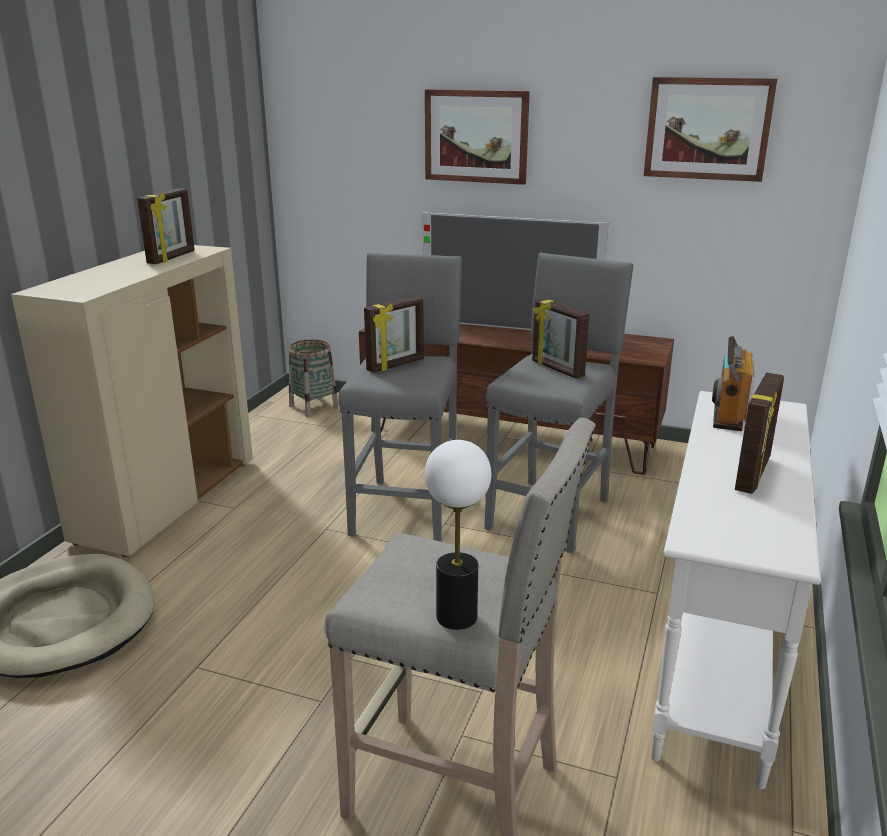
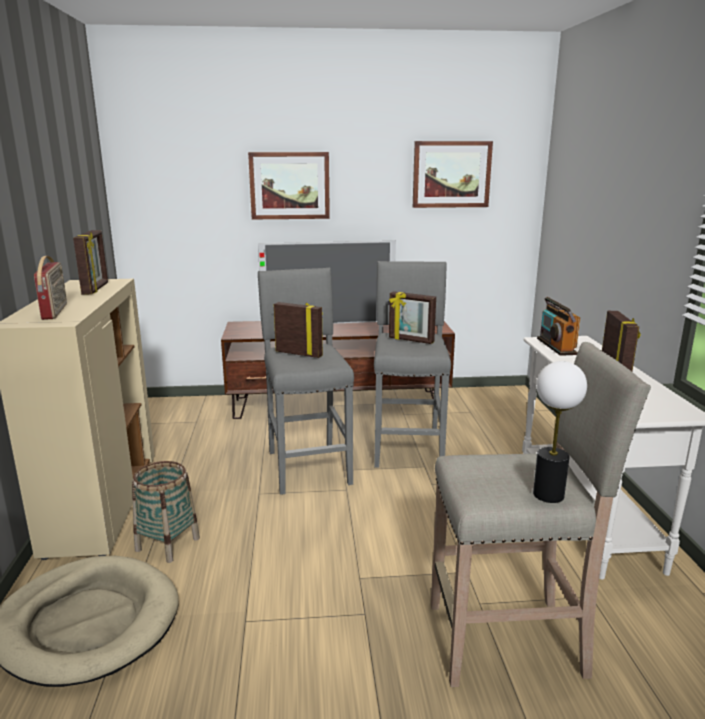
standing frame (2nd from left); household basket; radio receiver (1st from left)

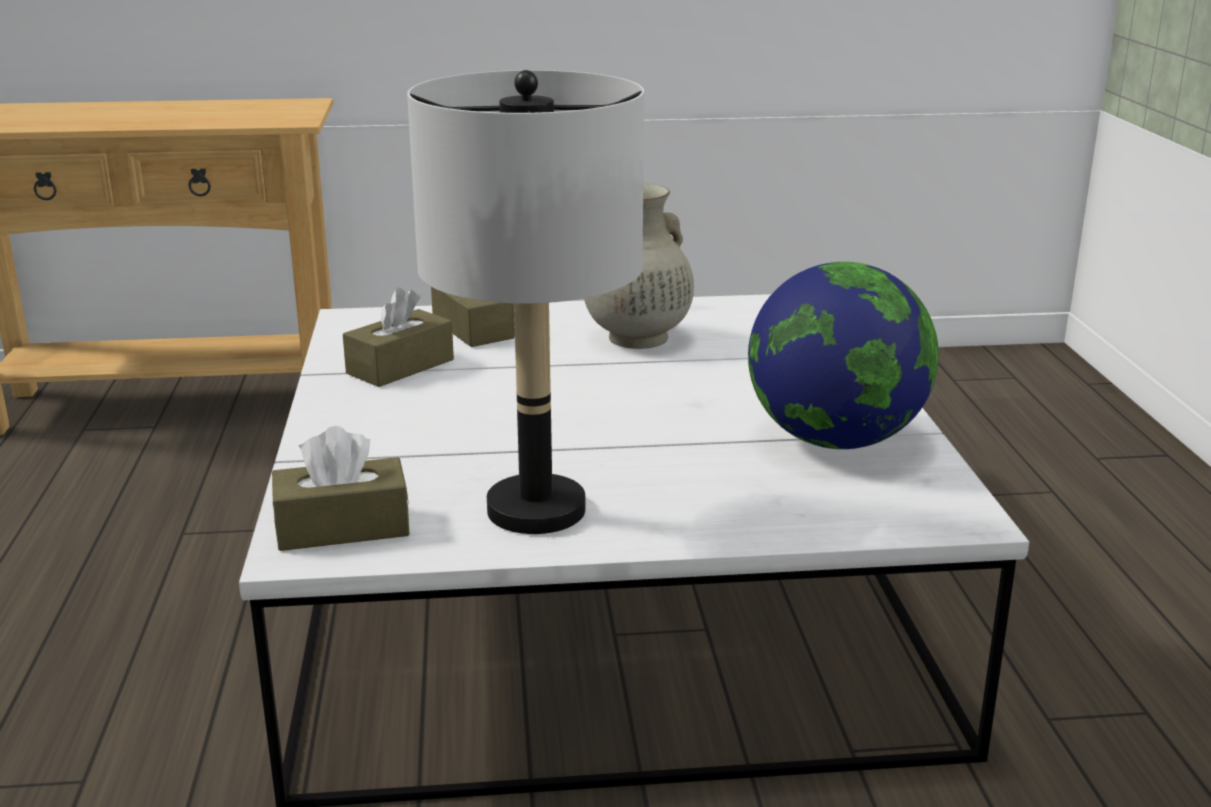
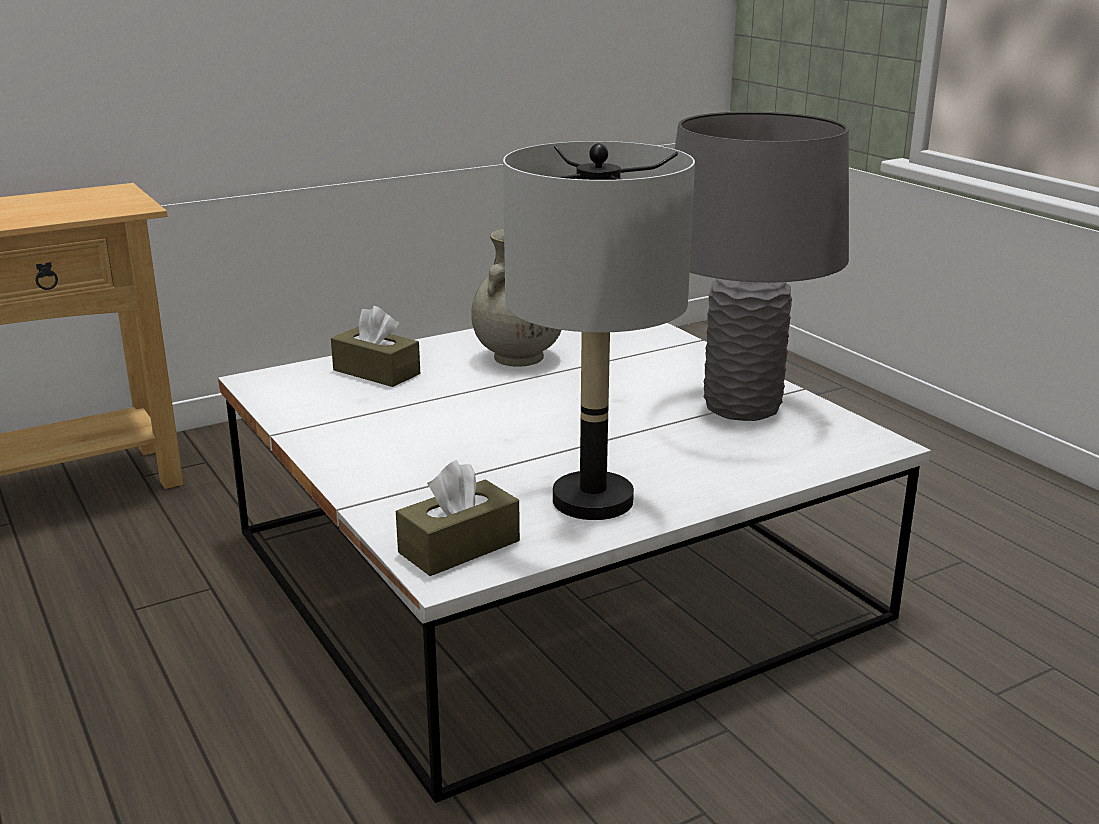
tabletop lamp (gray) (2nd from left); box of tissues (brown-coloured) (2nd from left in the first image)

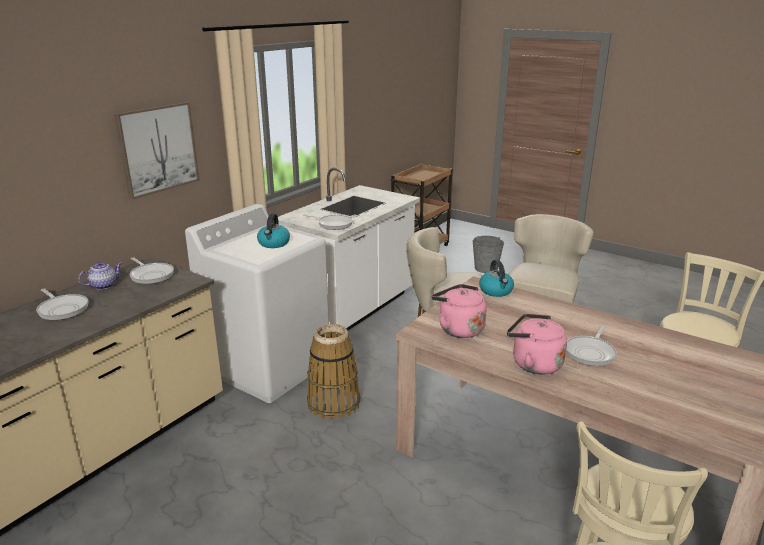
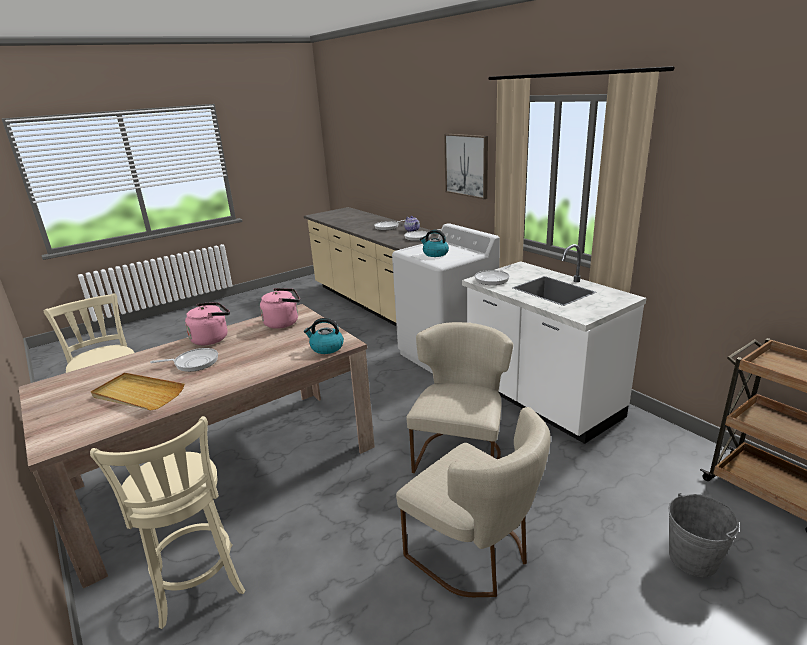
household basket; frying pan (1st from left); serving tray (beige-coloured)

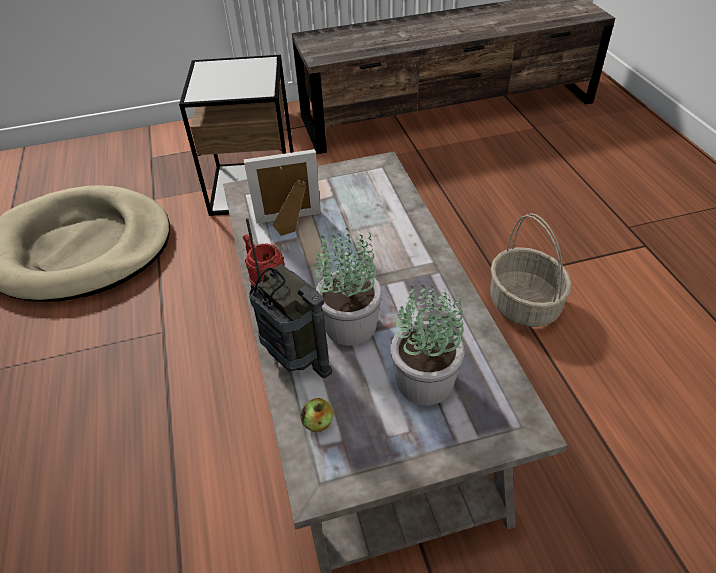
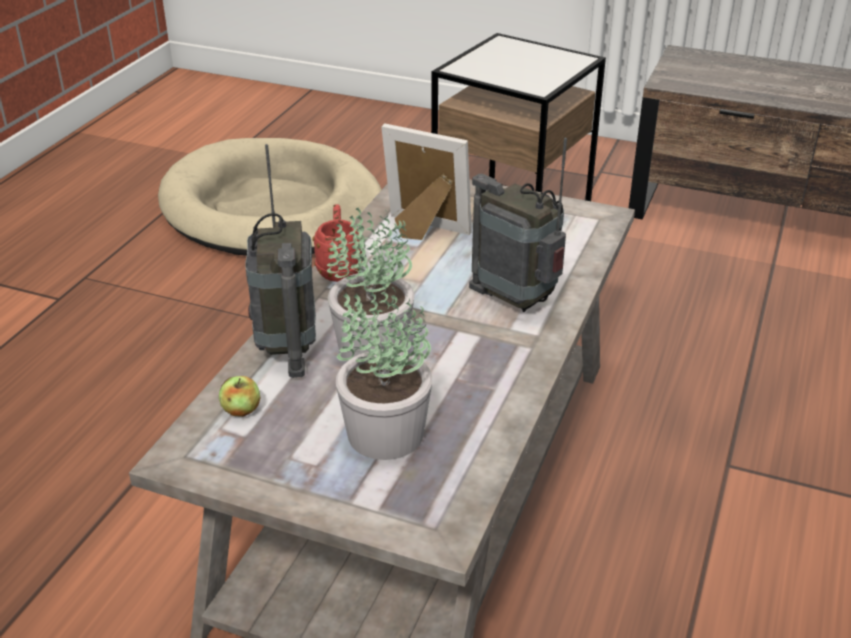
household basket; radio receiver (2nd from left)

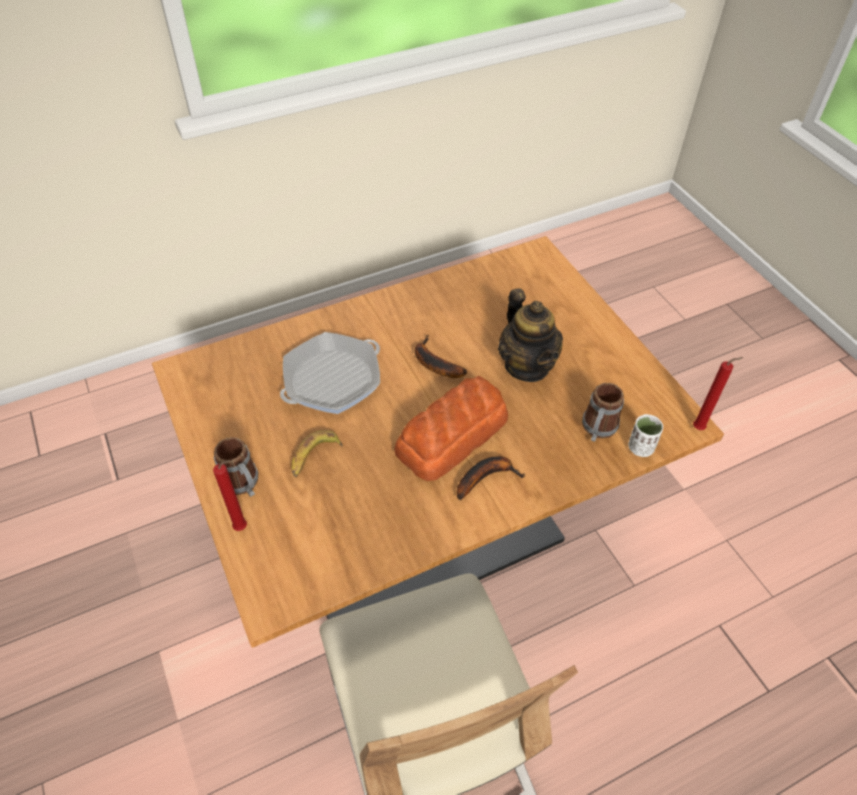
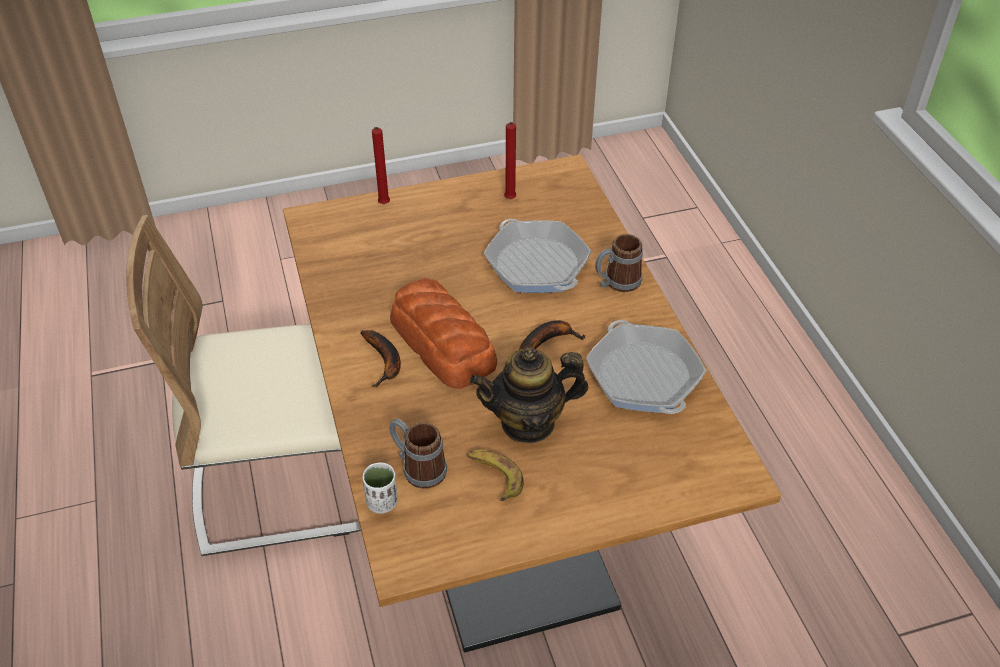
wax candle (reddish) (2nd from left); banana fruit (2nd from left); mug (2nd from left); frying pan (2nd from left)

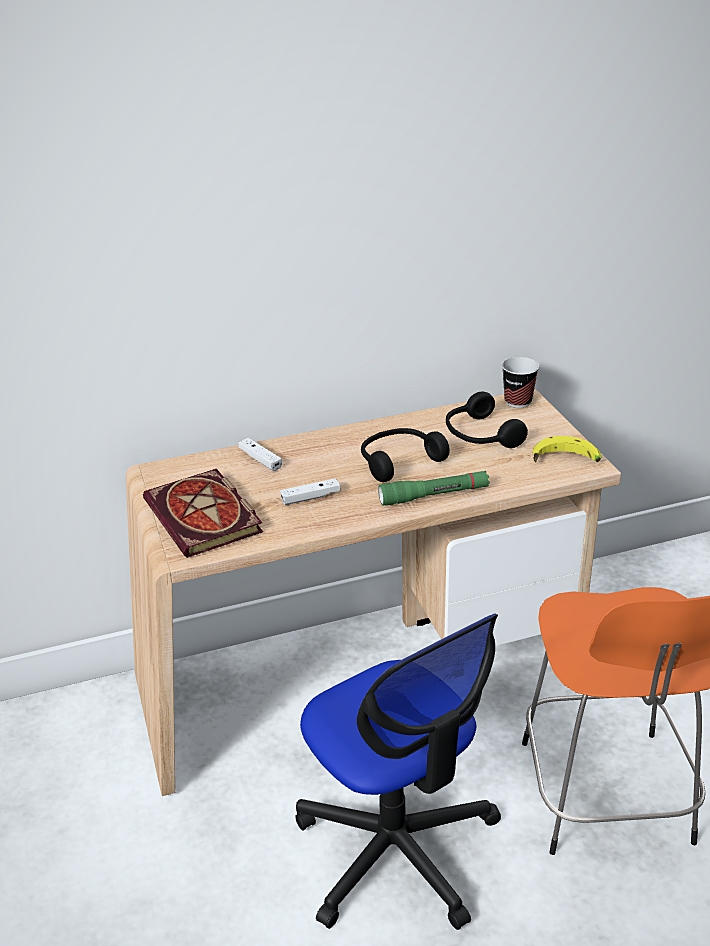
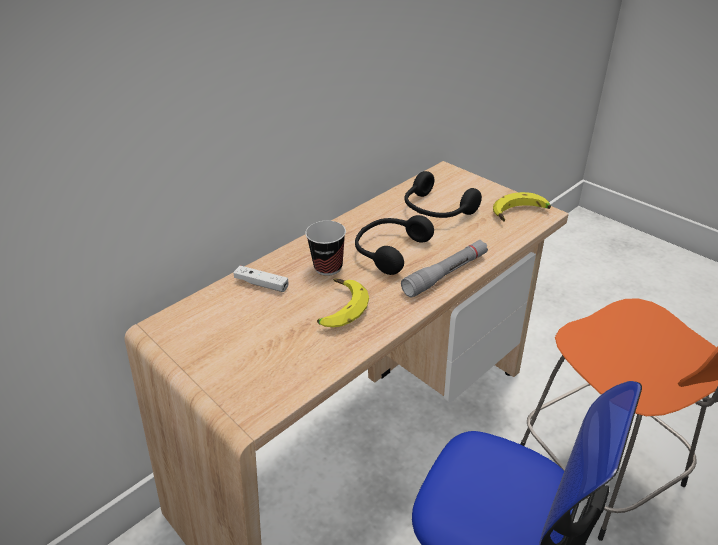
small cup; bound book; flashlight (gray); banana fruit (1st from left)

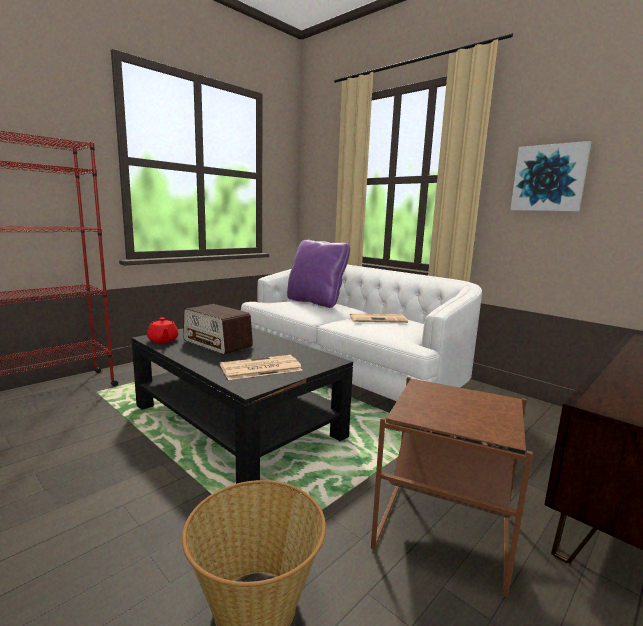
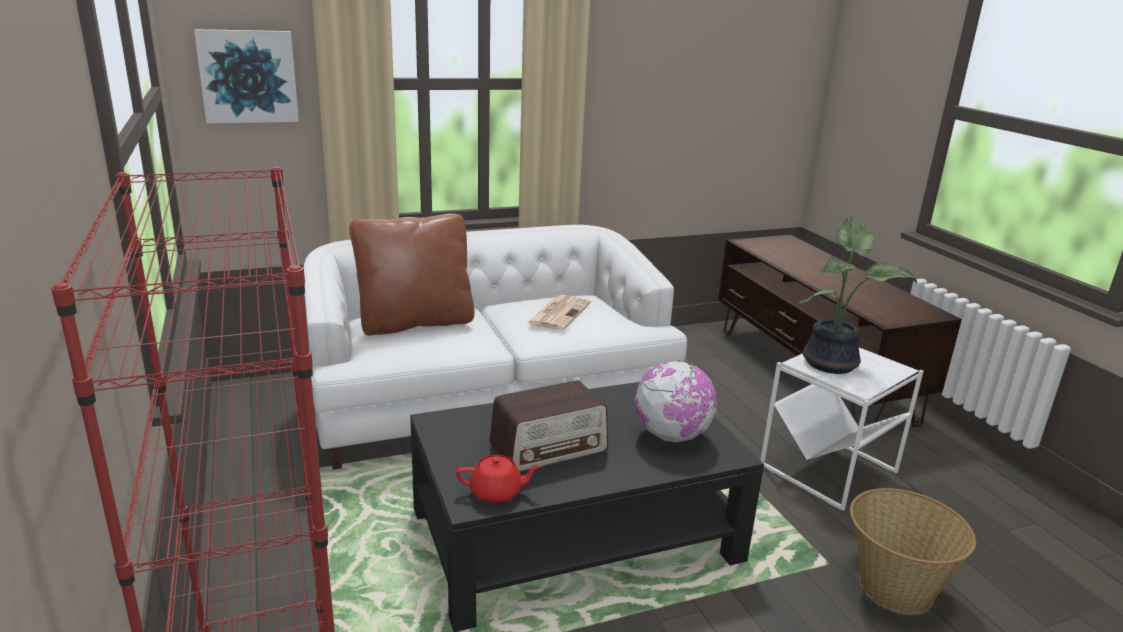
wall picture; cushion (brown-coloured); world globe; accent table (white); potted plant

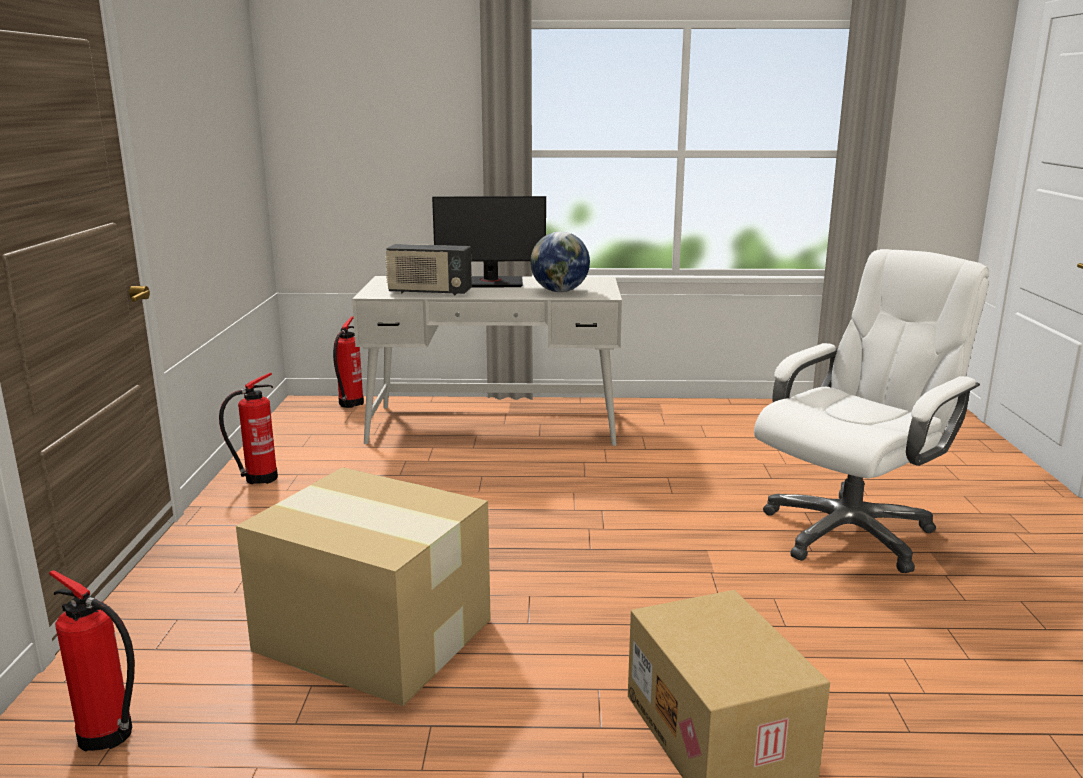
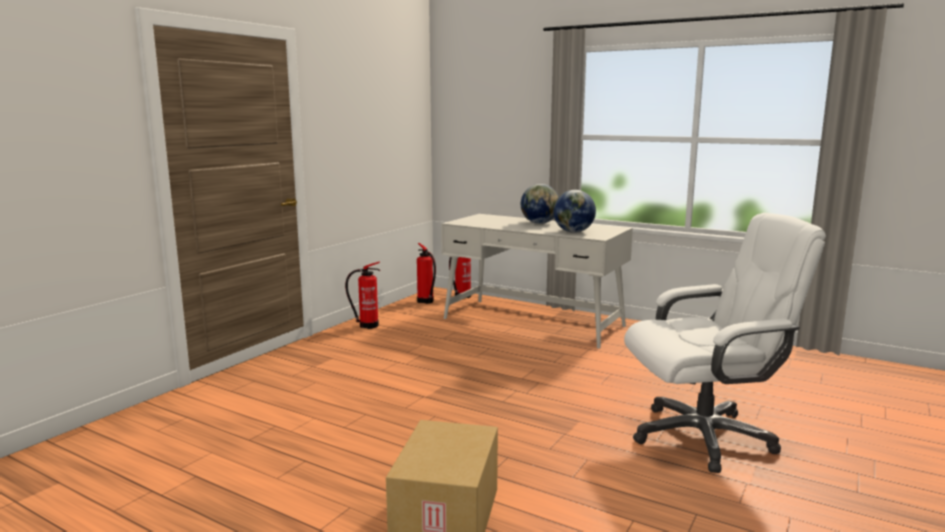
world globe (1st from left); radio receiver; carton (1st from left in the first image); fire-fighting cylinder (2nd from left)

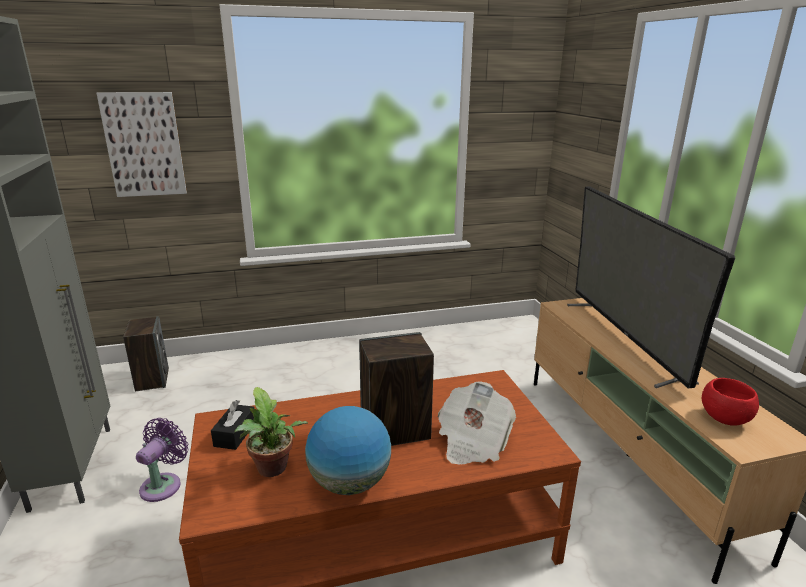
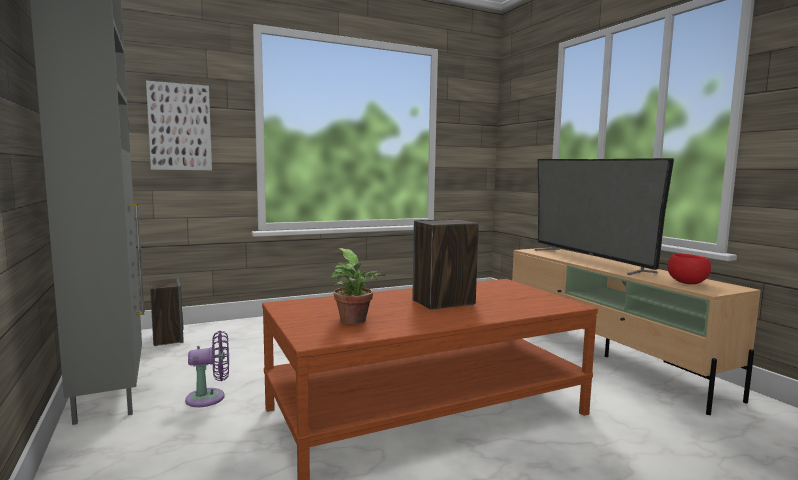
printed paper; box of tissues (black-coloured); world globe; cooling fan (purple-coloured)

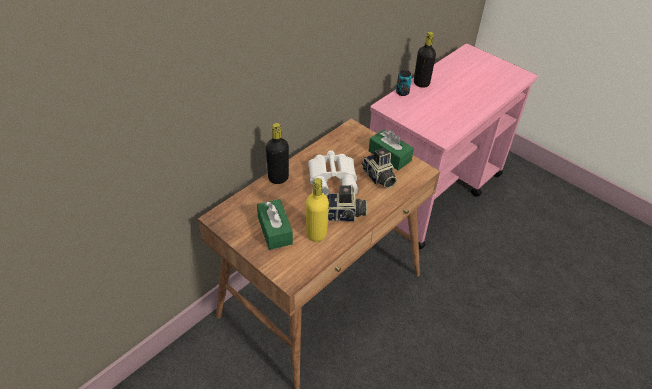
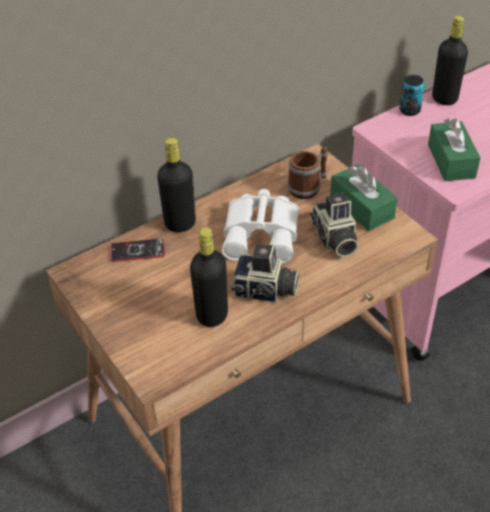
beverage bottle (black-coloured) (2nd from left); box of tissues (green-coloured) (2nd from left); mug; telephone

